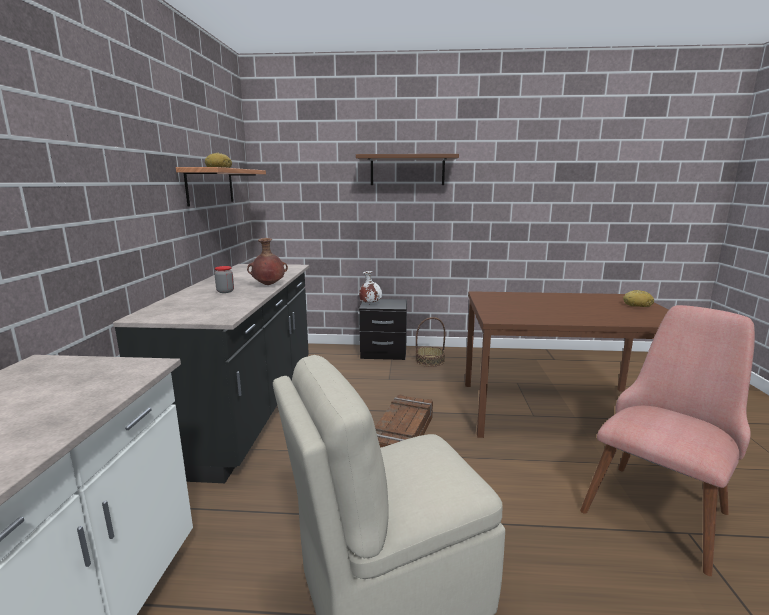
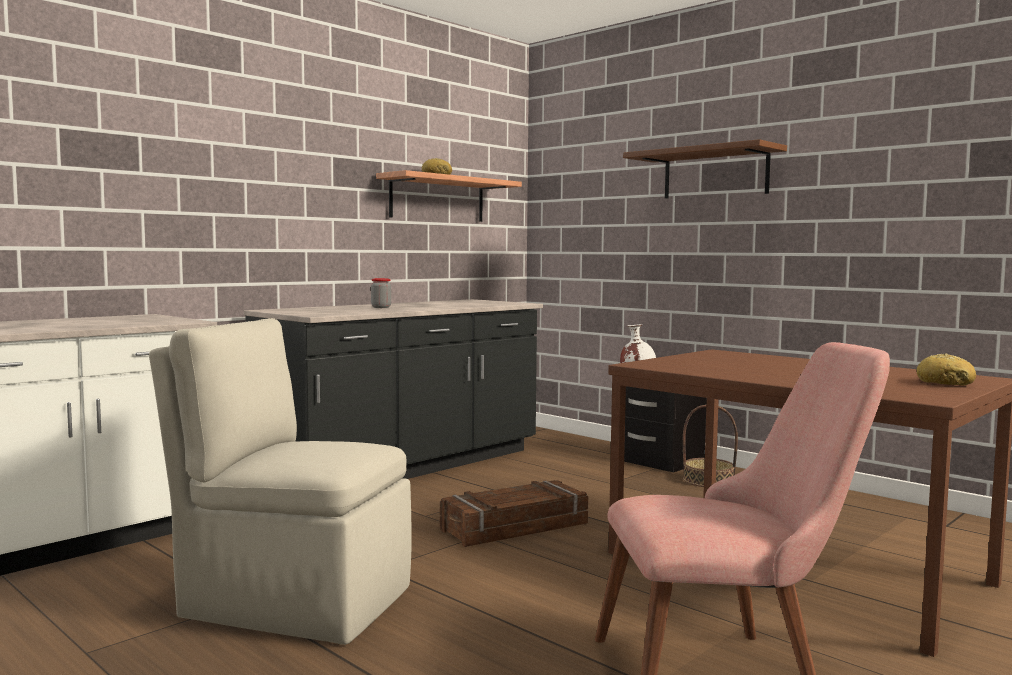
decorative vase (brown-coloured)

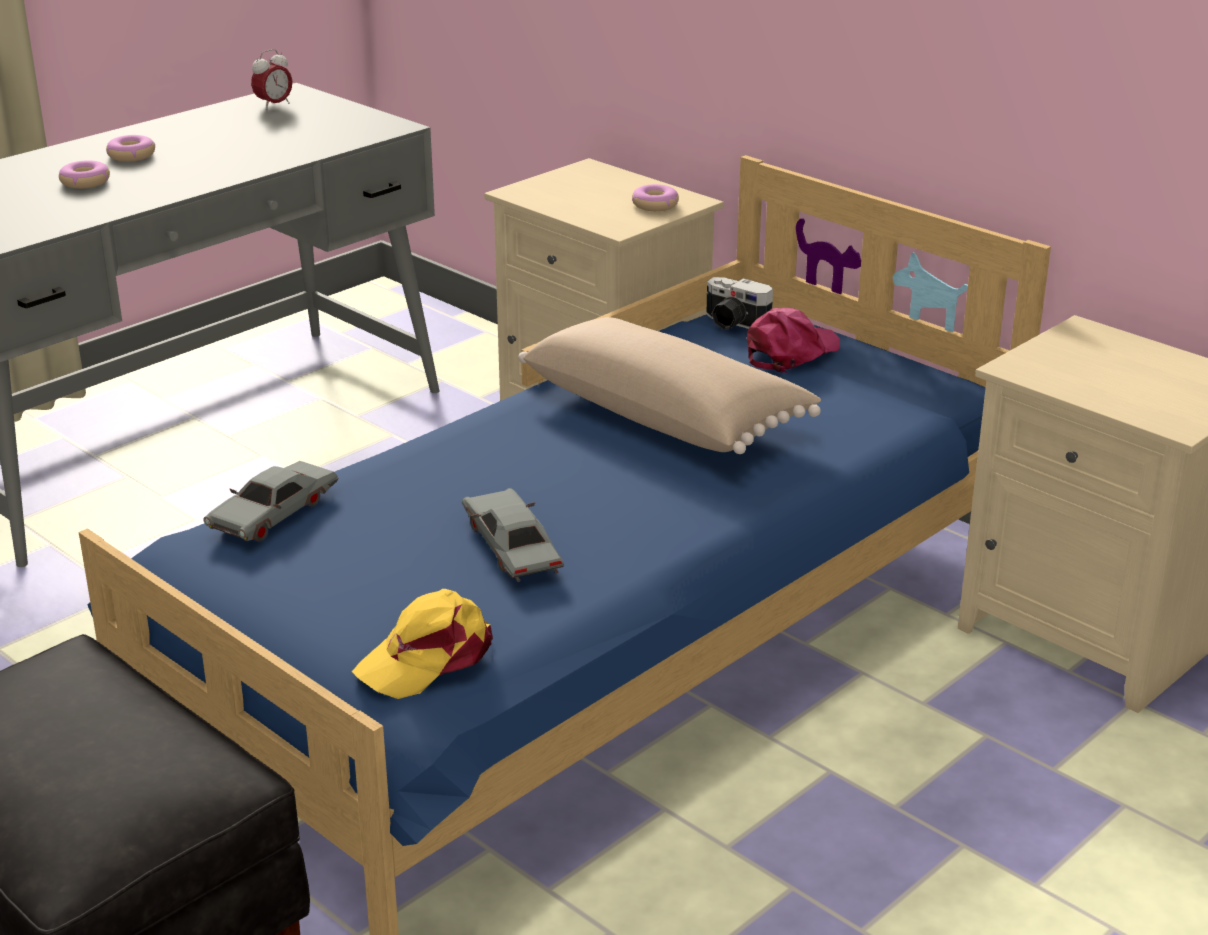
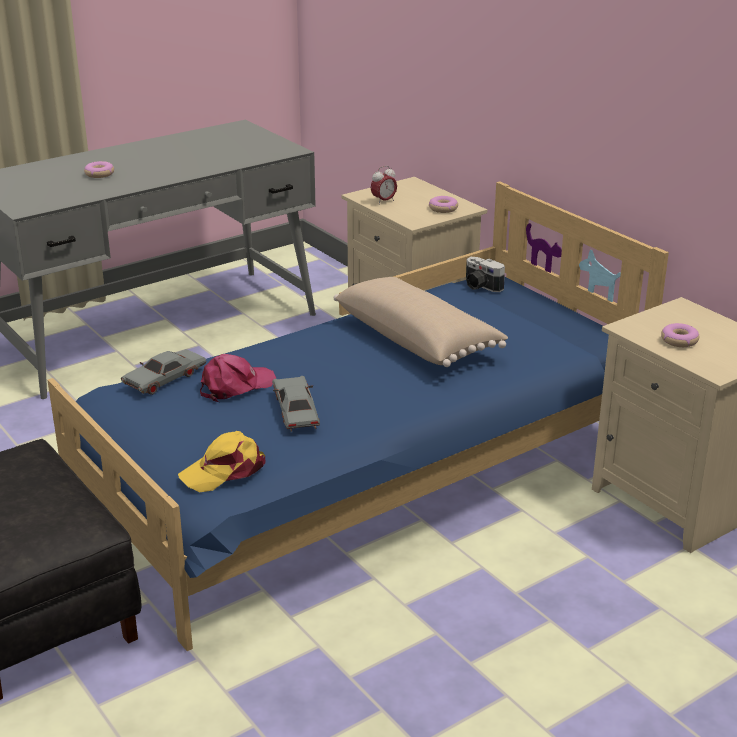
bedside clock; ring doughnut (3rd from left); baseball cap (pink)

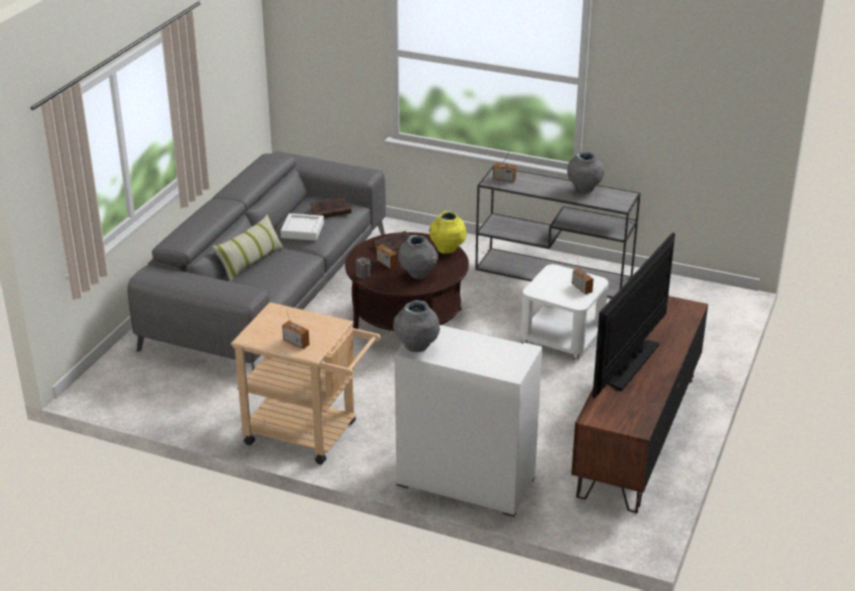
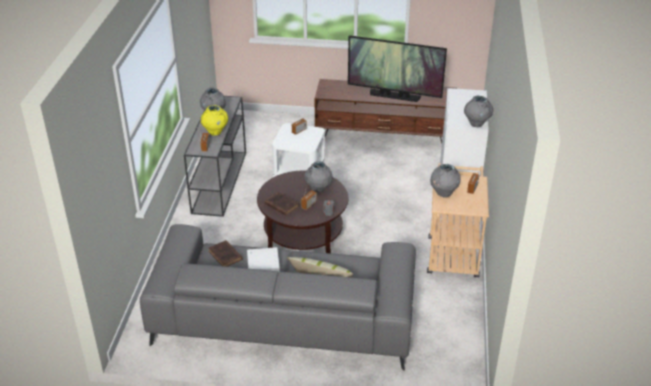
decorative vase (yellow); decorative vase (gray) (3rd from left)

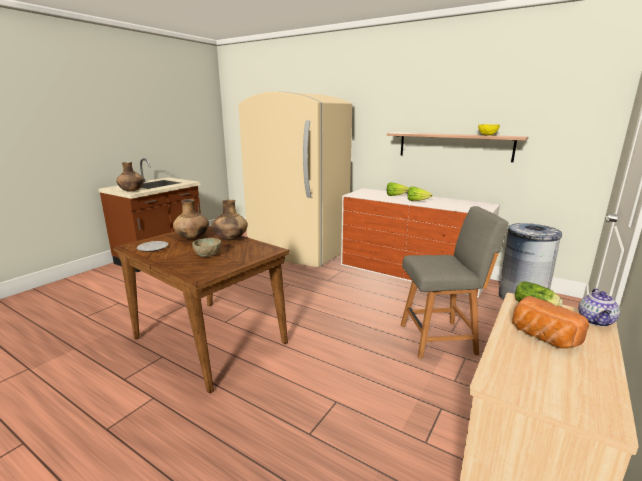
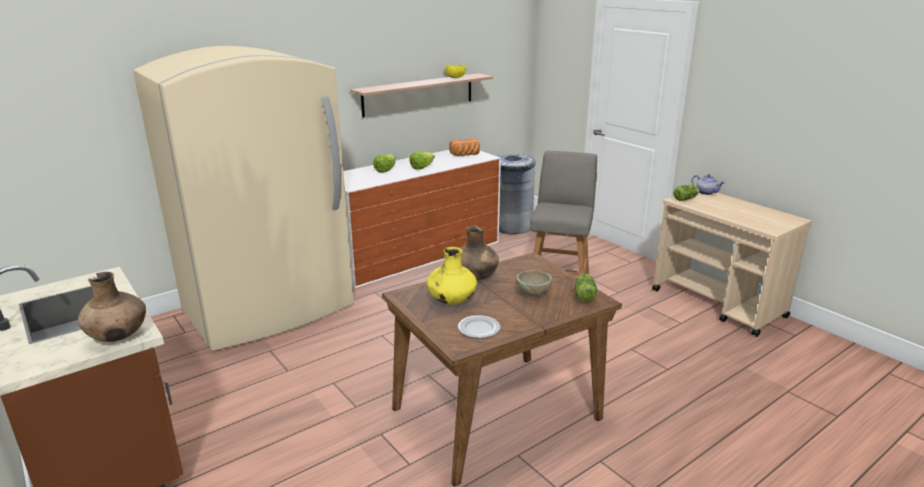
decorative vase (yellow); bread; head of lettuce (3rd from left)

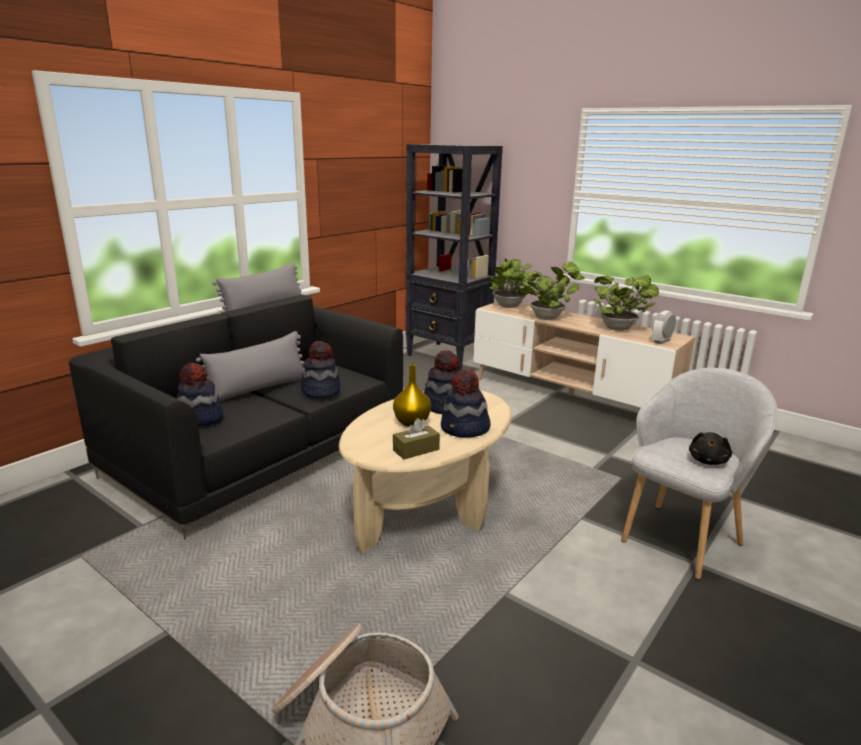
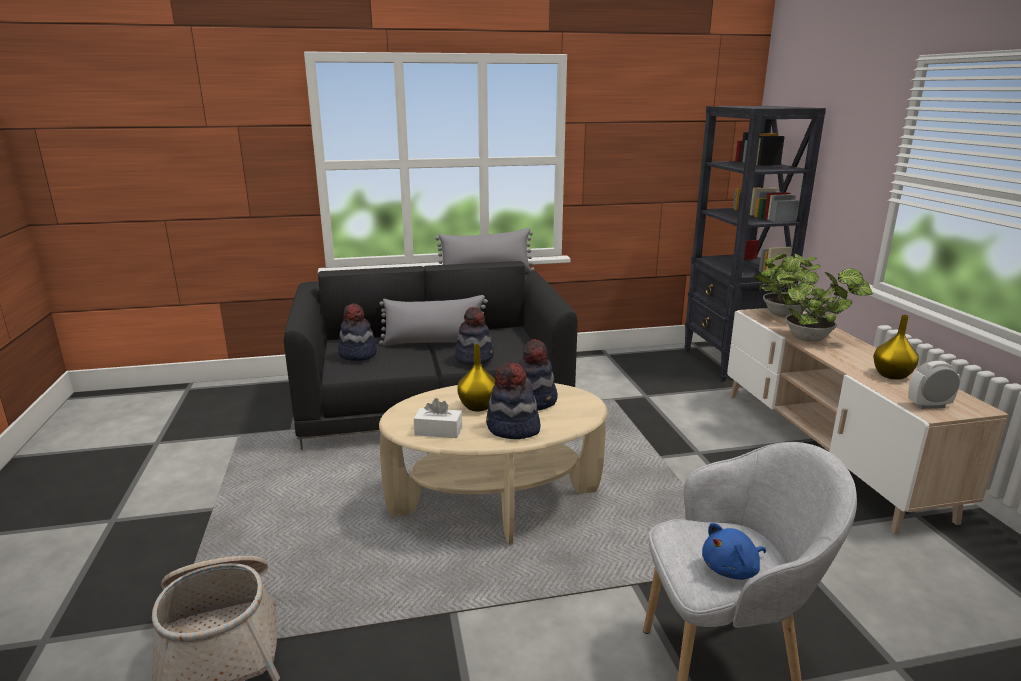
decorative vase (yellow) (2nd from left); box of tissues (white); plush toy (blue-coloured)

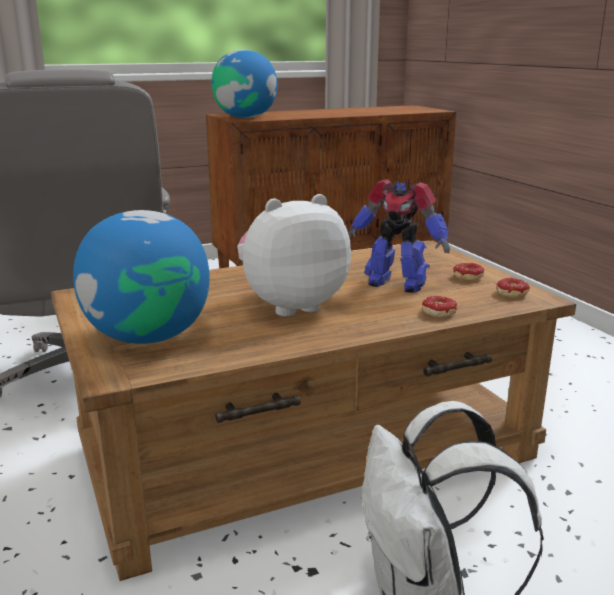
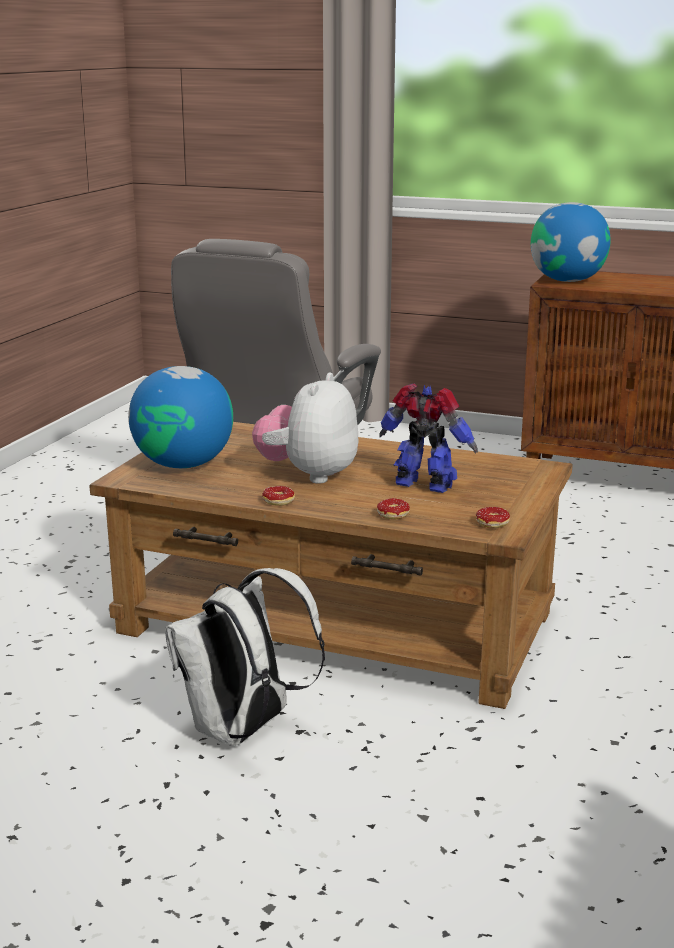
model robot; plush toy; ring doughnut (1st from left)

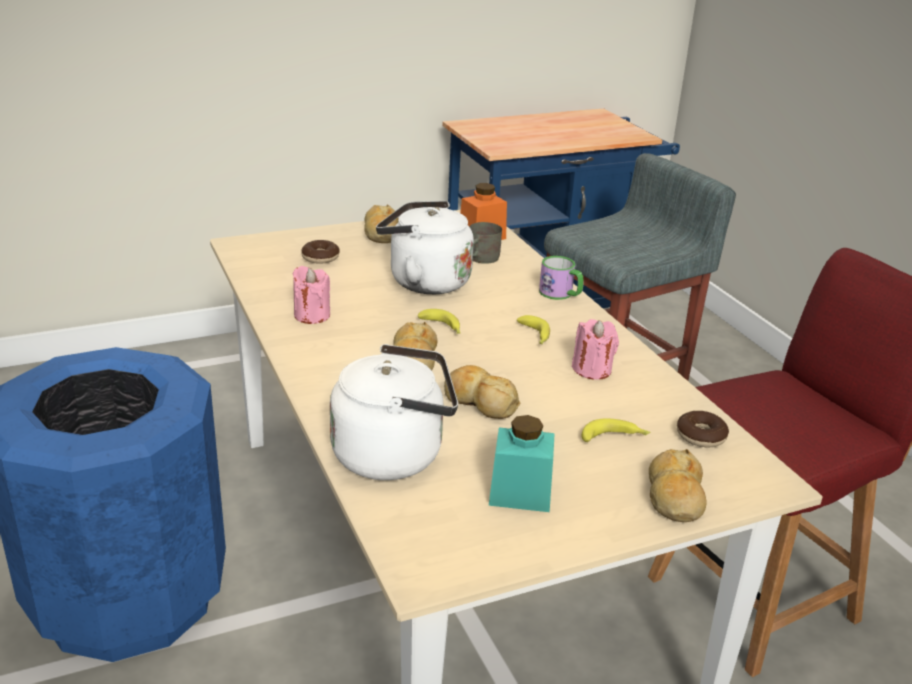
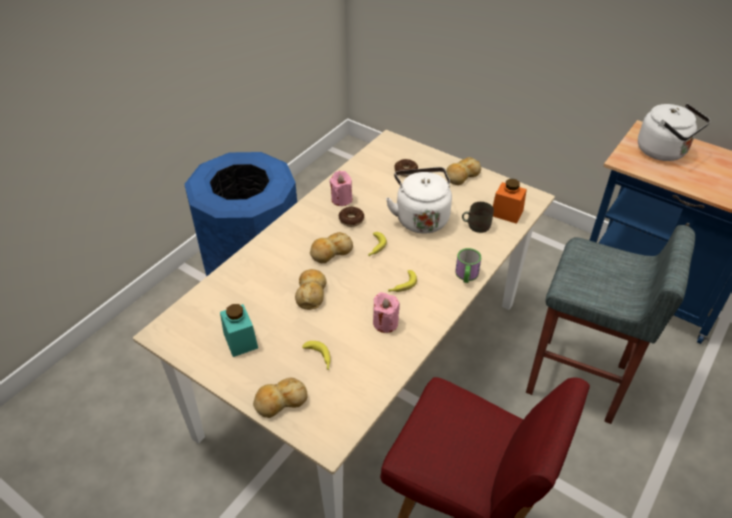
kettle (white) (2nd from left); ring doughnut (1st from left)

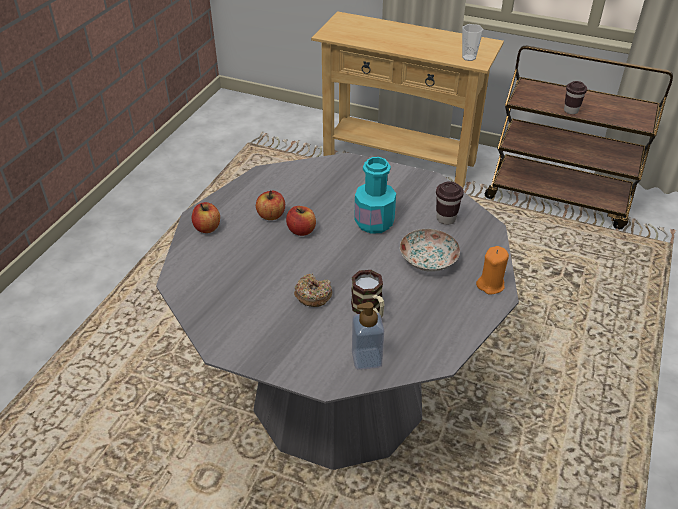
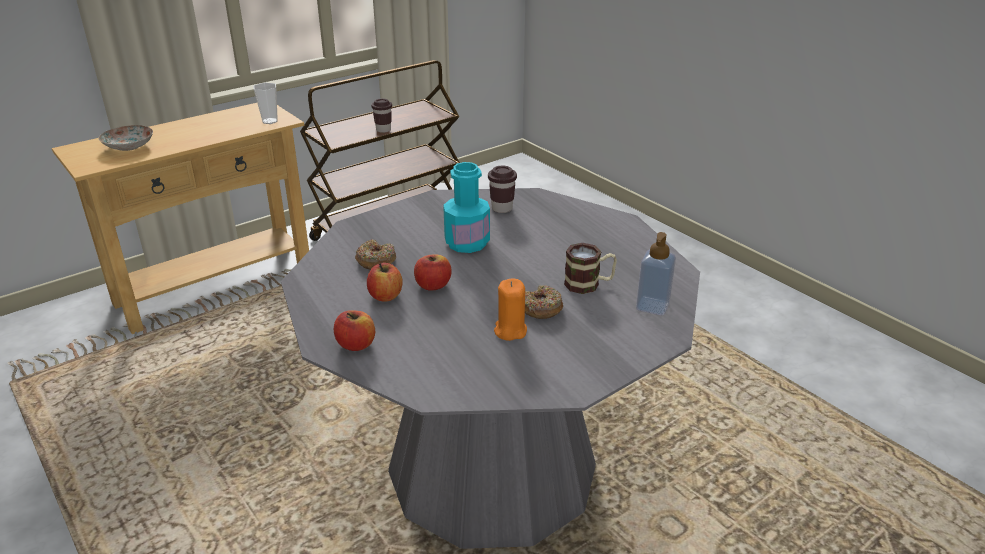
plate; wax candle (orange-coloured); ring doughnut (1st from left)

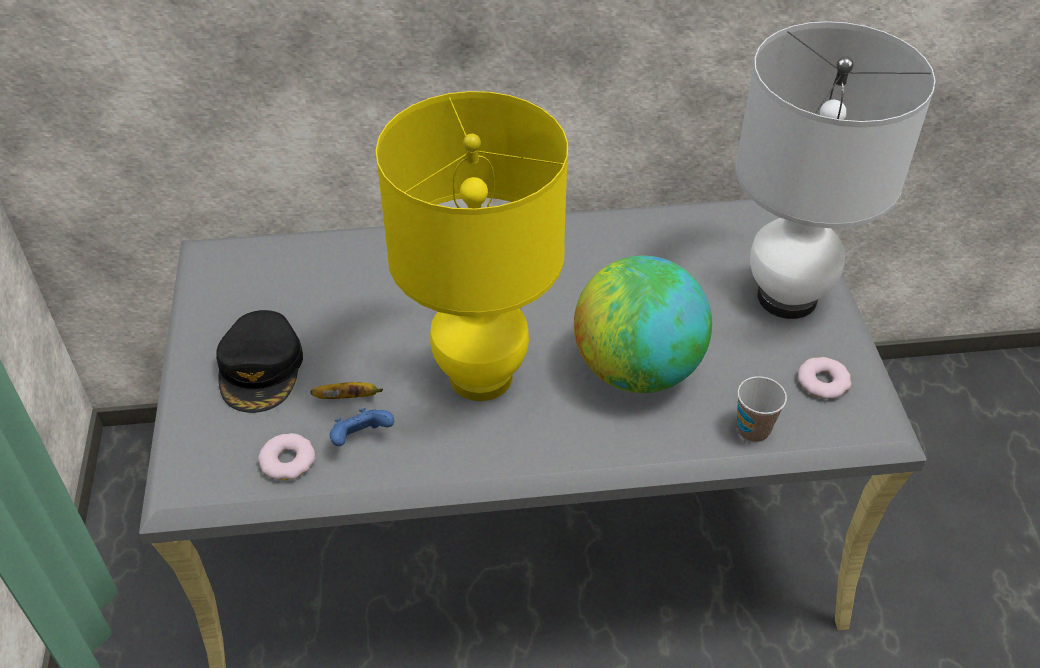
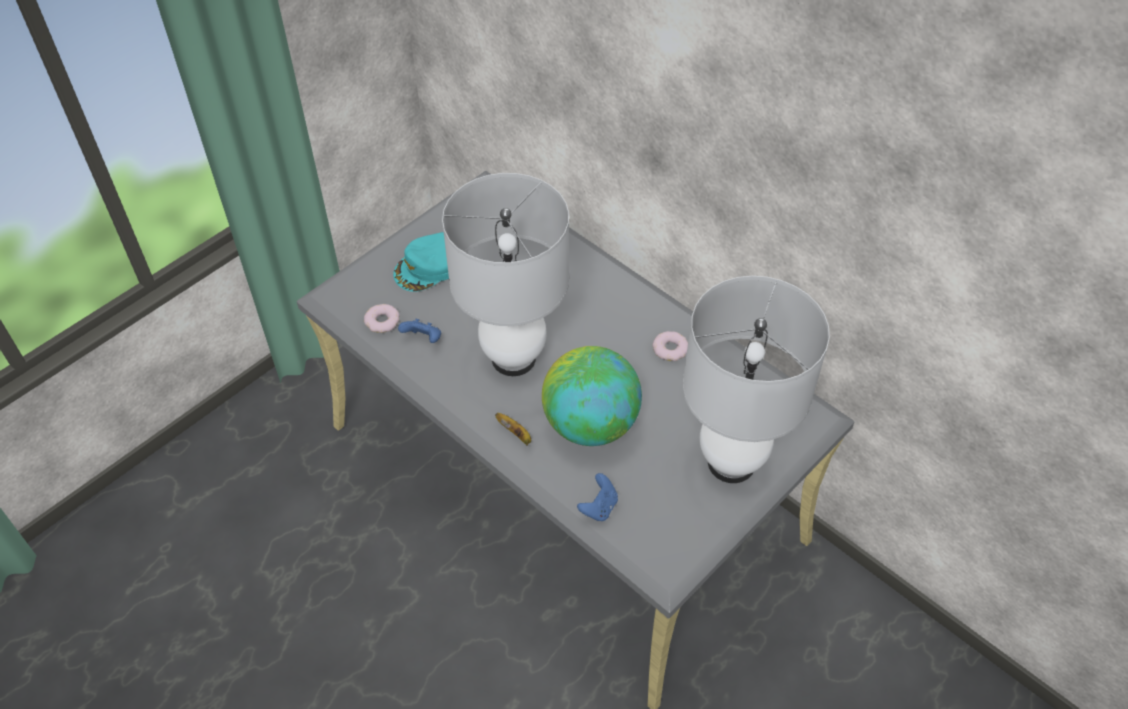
tabletop lamp (white) (1st from left); baseball cap (turquoise); ring doughnut (2nd from left); game controller (blue-coloured) (2nd from left); banana fruit

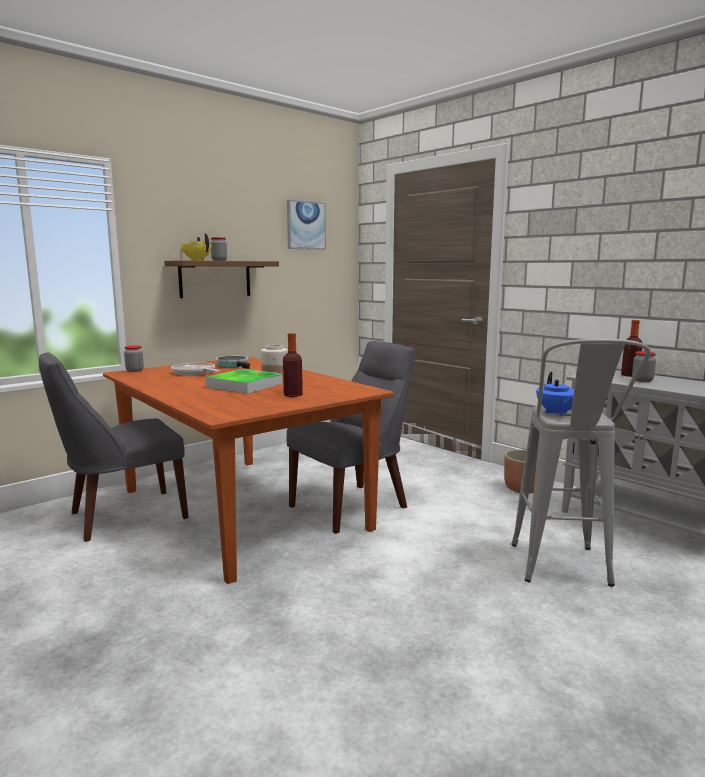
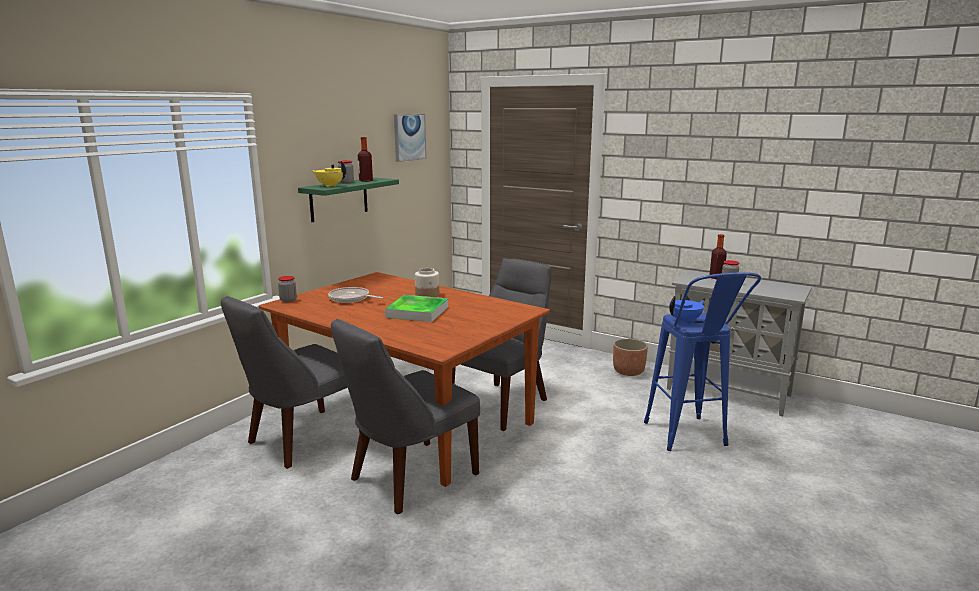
shelf (green-coloured); beverage bottle (1st from left); stool seat (blue-coloured); frying pan (2nd from left in the first image); teapot (blue-coloured); upright chair (gray) (2nd from left)

